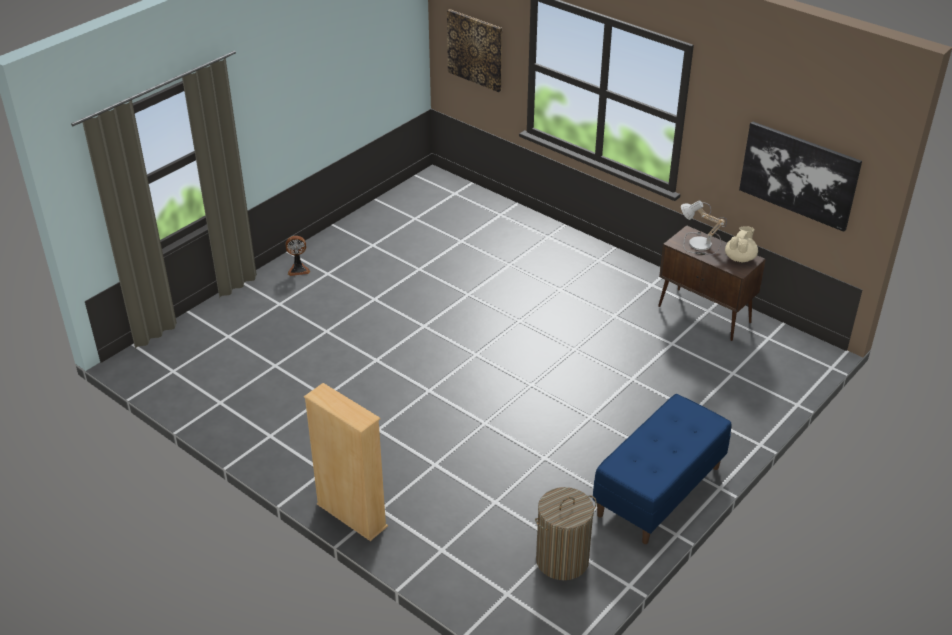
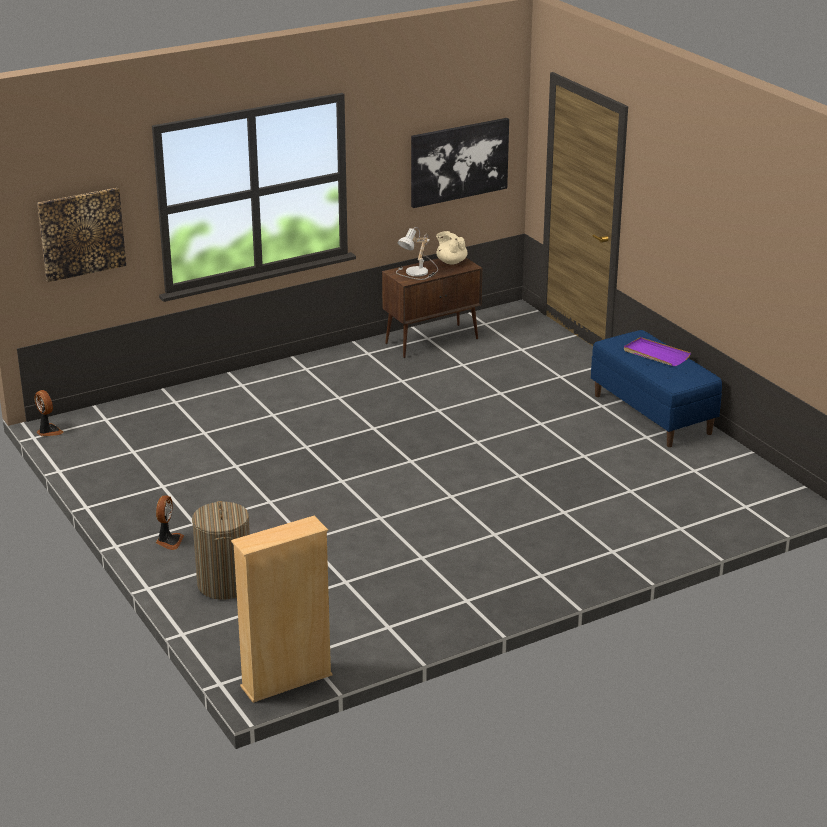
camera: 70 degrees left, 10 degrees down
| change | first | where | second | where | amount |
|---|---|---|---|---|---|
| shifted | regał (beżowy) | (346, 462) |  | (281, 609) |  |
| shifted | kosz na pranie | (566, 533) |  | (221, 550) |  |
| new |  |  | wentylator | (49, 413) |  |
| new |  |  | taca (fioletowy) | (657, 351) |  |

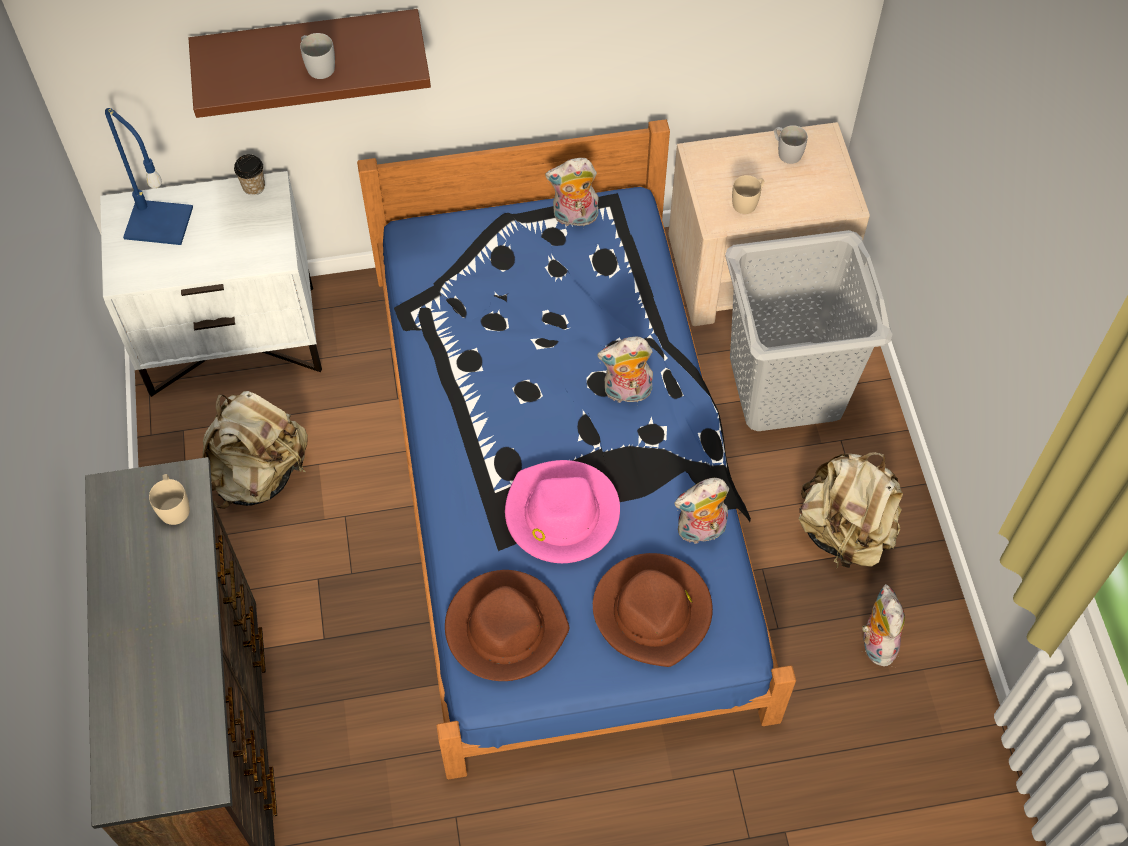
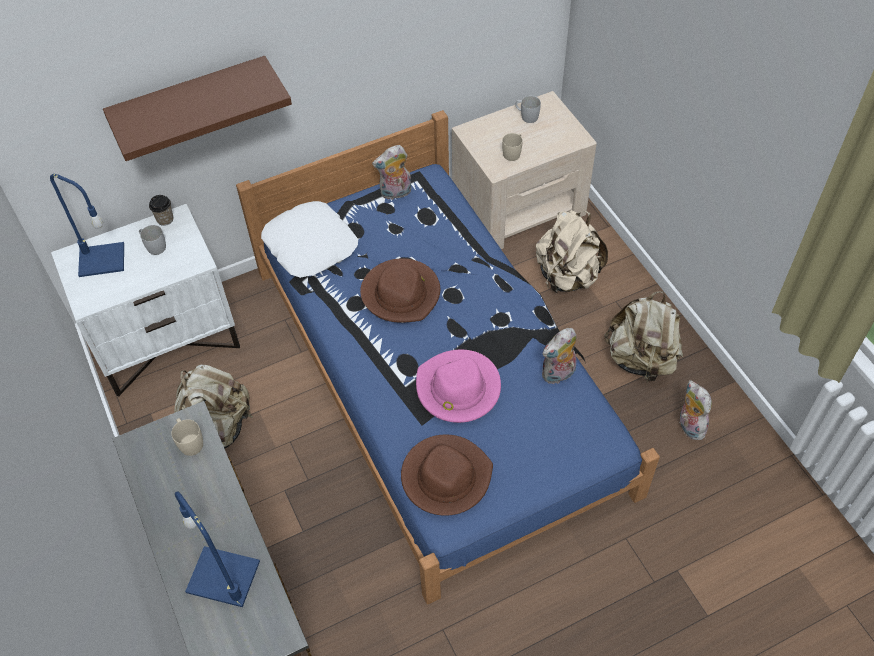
camera: 15 degrees left, 5 degrees down
| change | first | where | second | where | amount |
|---|---|---|---|---|---|
| shifted | kubek (biały) | (317, 56) |  | (152, 240) |  |
| shifted | kapelusz (brązowy) | (653, 610) |  | (400, 290) |  |
| gone | pluszak | (625, 370) |  |  |  |
| swapped | kosz na pranie (szary) | (808, 330) | plecak (beżowy) | (572, 251) |  |
| new |  |  | lampa stołowa (niebieski) | (217, 549) |  |
| new |  |  | poduszka (biały) | (309, 239) |  |

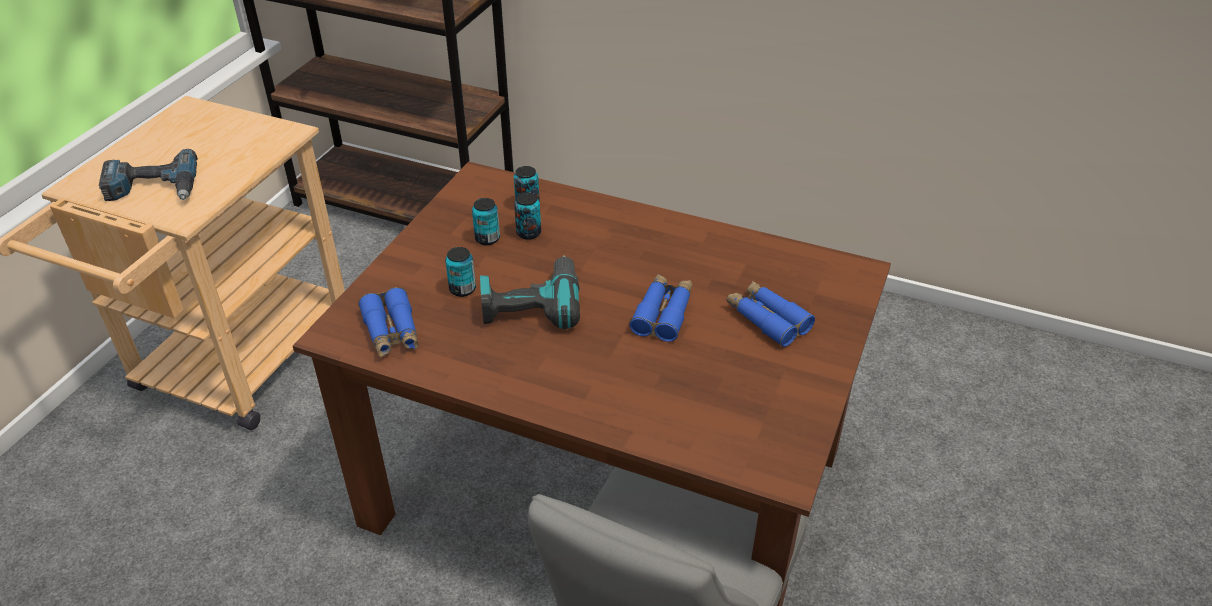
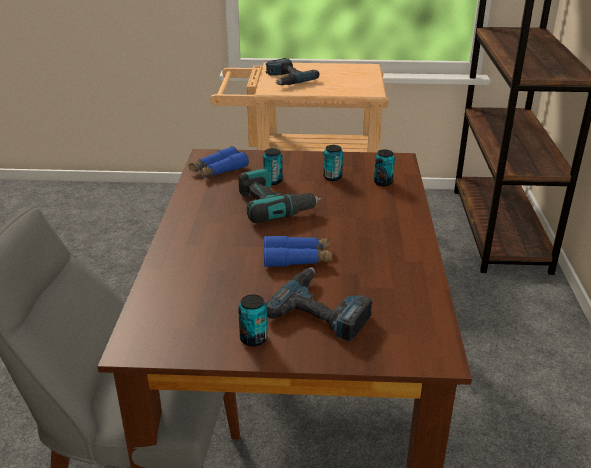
camera: 70 degrees right, 10 degrees down
| change | first | where | second | where | amount |
|---|---|---|---|---|---|
| shifted | puszka | (527, 216) |  | (253, 320) |  |
| swapped | lornetka (niebieski) | (770, 314) | wiertarka | (319, 304) |  |

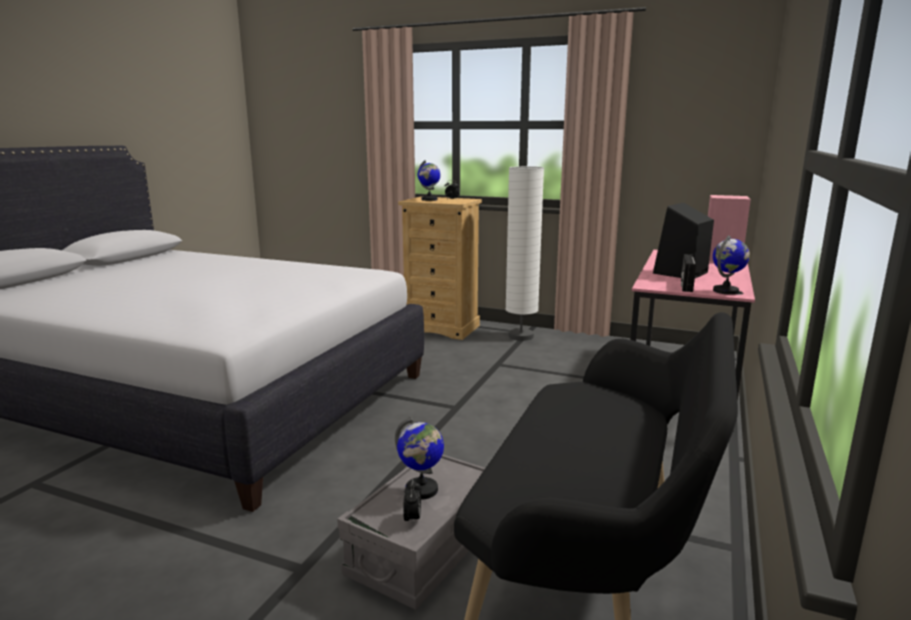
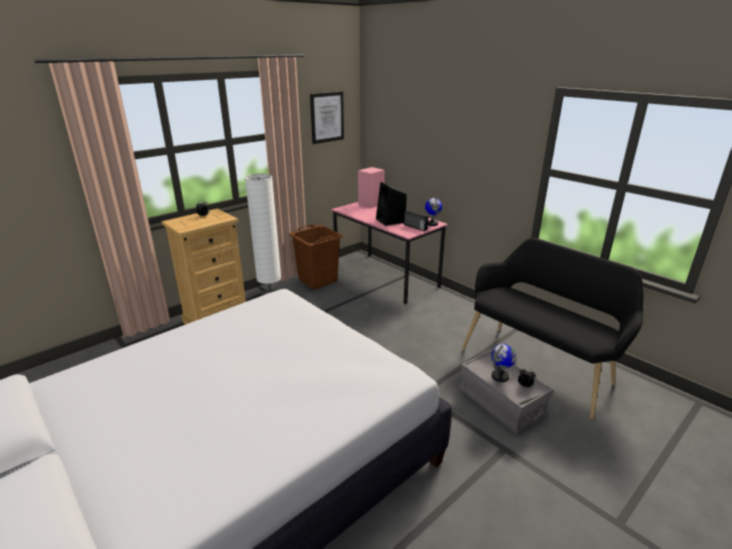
camera: 65 degrees left, 10 degrees up
| change | first | where | second | where | amount |
|---|---|---|---|---|---|
| gone | globus | (429, 180) |  |  |  |
| new |  |  | kosz na pranie (brązowy) | (316, 256) |  |
| new |  |  | obraz | (327, 117) |  |

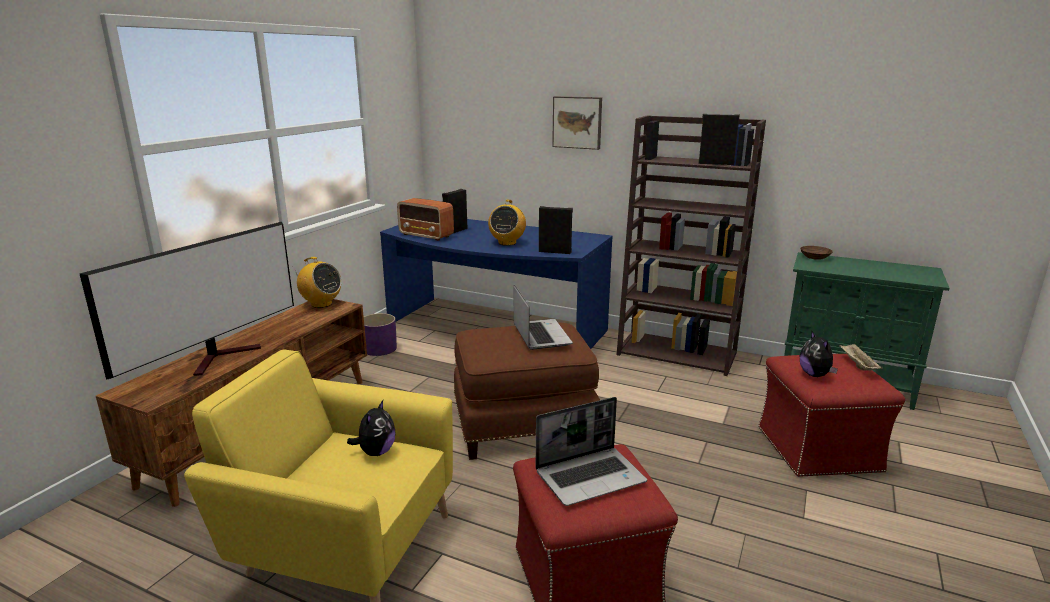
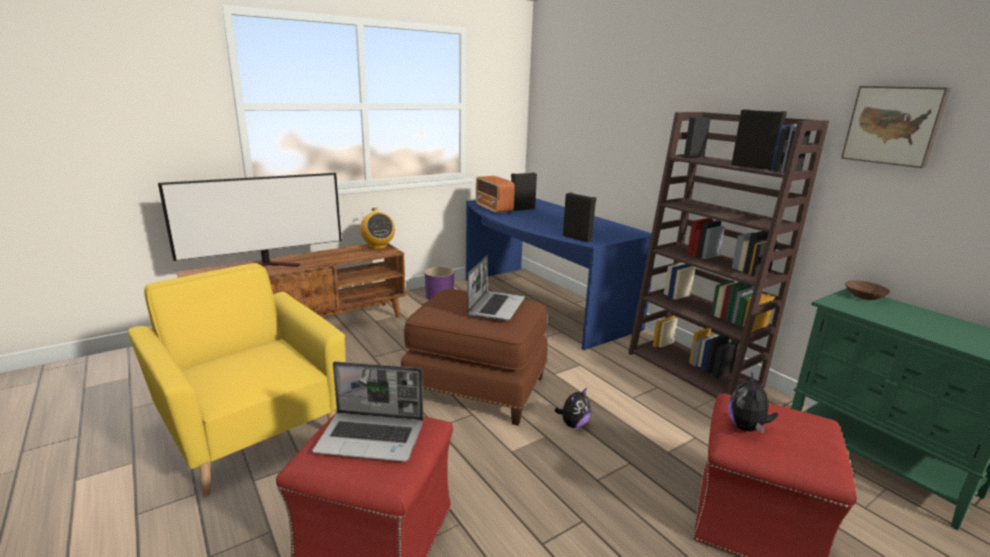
camera: 30 degrees right, 0 degrees up
| change | first | where | second | where | amount |
|---|---|---|---|---|---|
| shifted | pluszak | (371, 428) |  | (573, 408) |  |
| gone | radio | (507, 223) |  |  |  |
| shifted | obraz | (577, 123) |  | (896, 127) |  |
| gone | taca (beżowy) | (861, 357) |  |  |  |

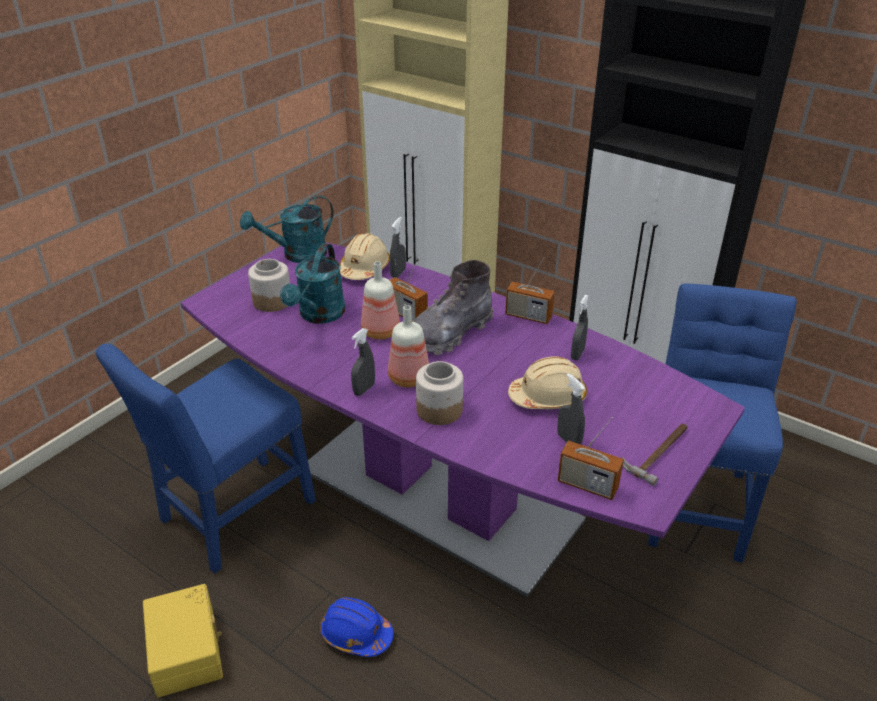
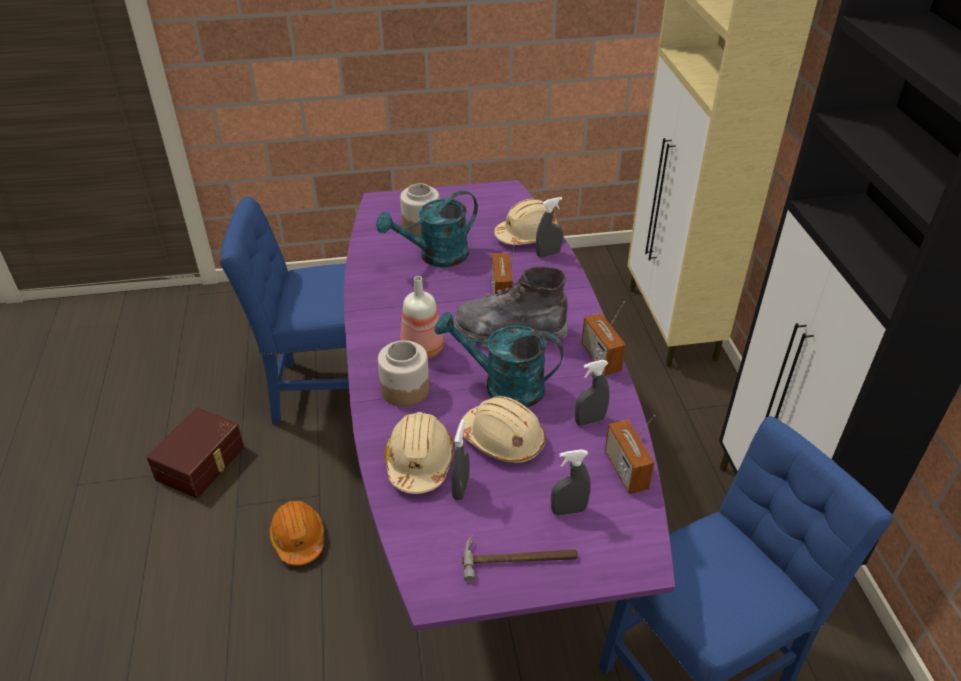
camera: 45 degrees right, 5 degrees up
| change | first | where | second | where | amount |
|---|---|---|---|---|---|
| repainted | pojemnik do przechowywania (żółty) | (183, 641) | pojemnik do przechowywania (brązowy) | (195, 453) |  |
| shifted | konewka (turkusowy) | (286, 229) |  | (498, 359) |  |
| repainted | kask (niebieski) | (357, 627) | kask (pomarańczowy) | (296, 533) |  |
| shifted | spryskiwacz (szary) | (363, 362) |  | (571, 482) |  |
| gone | butelka | (380, 300) |  |  |  |
| shifted | radio | (591, 458) |  | (630, 454) |  |
| new |  |  | kask (beżowy) | (419, 453) |  |

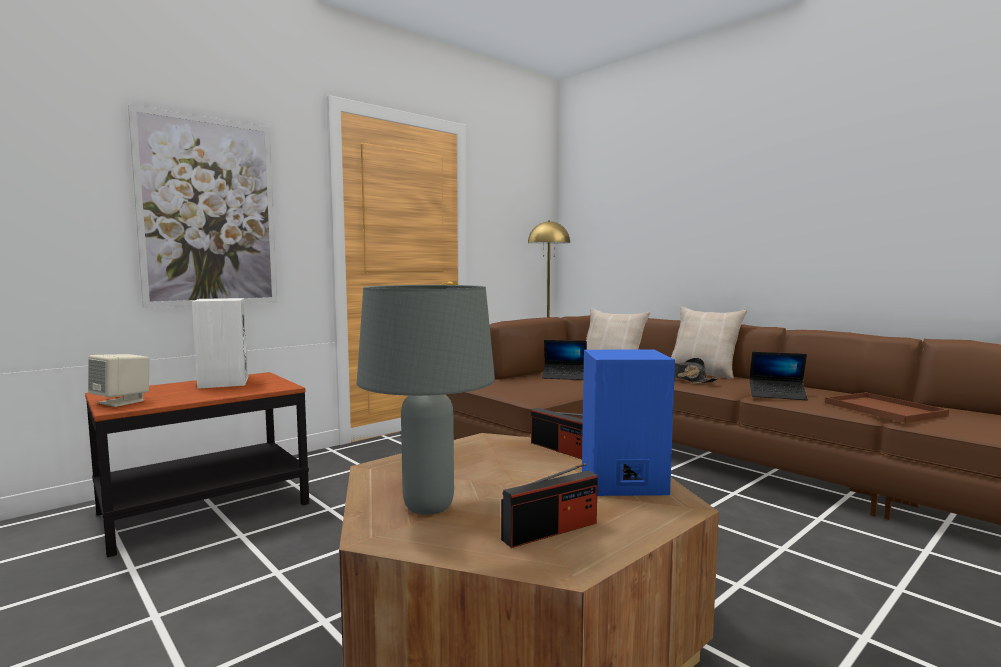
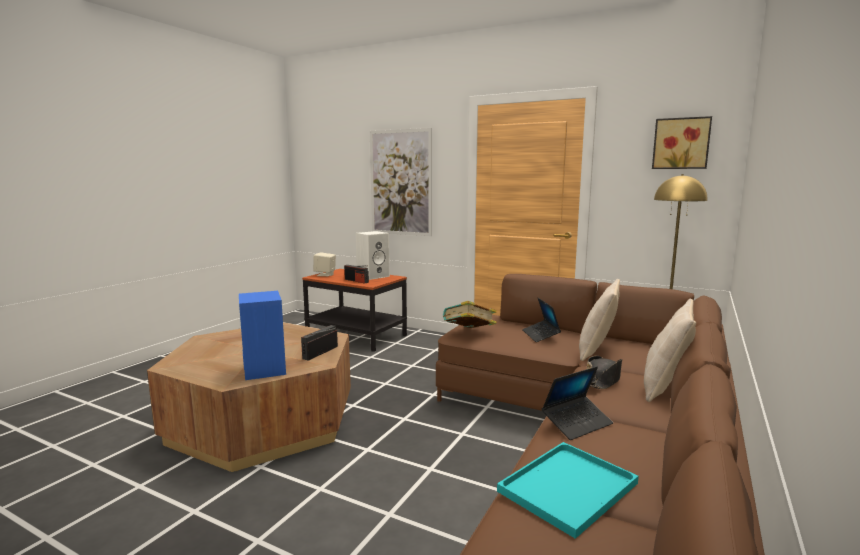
camera: 70 degrees right, 5 degrees up
| change | first | where | second | where | amount |
|---|---|---|---|---|---|
| gone | lampa stołowa (szary) | (426, 400) |  |  |  |
| shifted | radio | (549, 505) |  | (356, 274) |  |
| rotated | laptop | (779, 376) |  | (577, 403) | 120 degrees counterclockwise |
| repainted | taca (brązowy) | (887, 407) | taca (turkusowy) | (568, 490) |  |
| new |  |  | książka | (470, 314) |  |
| new |  |  | obraz | (682, 142) |  |

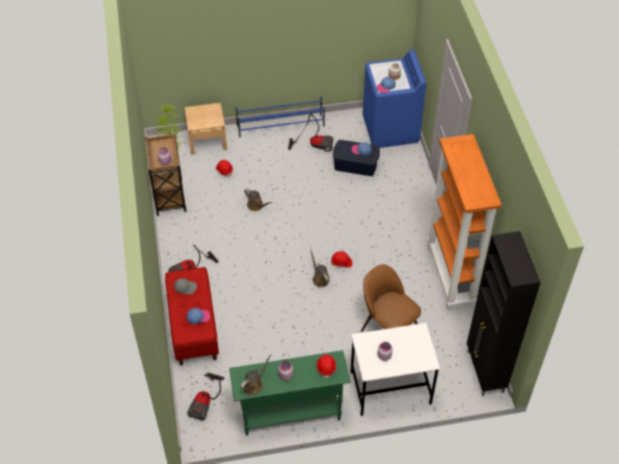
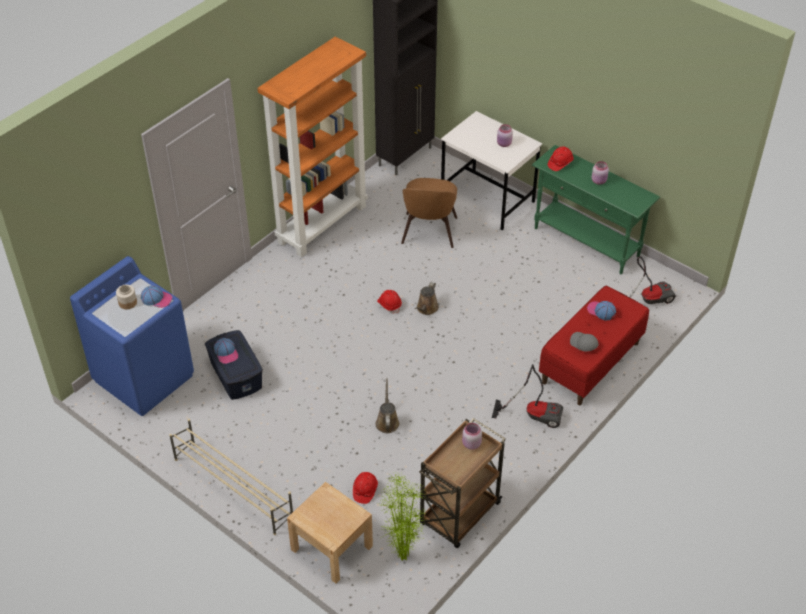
camera: 130 degrees left, 5 degrees down
| change | first | where | second | where | amount |
|---|---|---|---|---|---|
| repainted | regał na buty (niebieski) | (280, 116) | regał na buty (beżowy) | (231, 477) |  |
| gone | konewka (brązowy) | (256, 374) |  |  |  |
| gone | odkurzacz | (310, 131) |  |  |  |

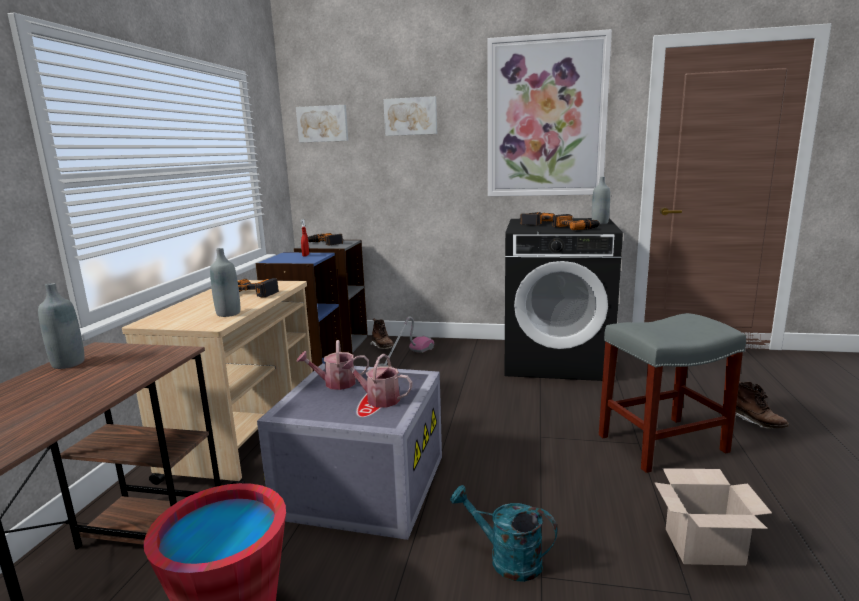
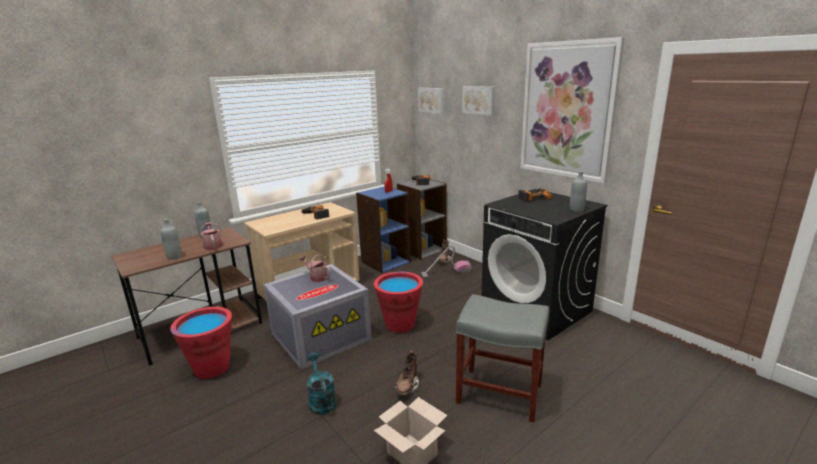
camera: 40 degrees right, 5 degrees up
| change | first | where | second | where | amount |
|---|---|---|---|---|---|
| shifted | butelka (szary) | (225, 282) |  | (171, 239) |  |
| shifted | konewka | (377, 380) |  | (211, 236) |  |
| gone | wiertarka | (576, 222) |  |  |  |
| shifted | but z cholewką (brązowy) | (762, 405) |  | (407, 373) |  |
| new |  |  | wiadro (czerwony) | (398, 302) |  |

